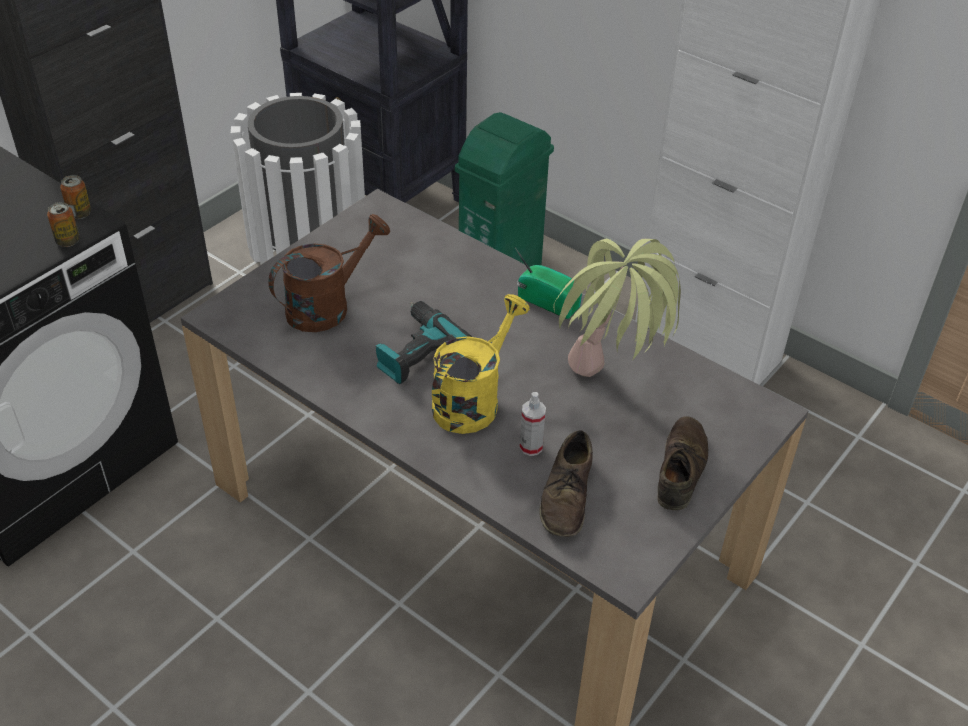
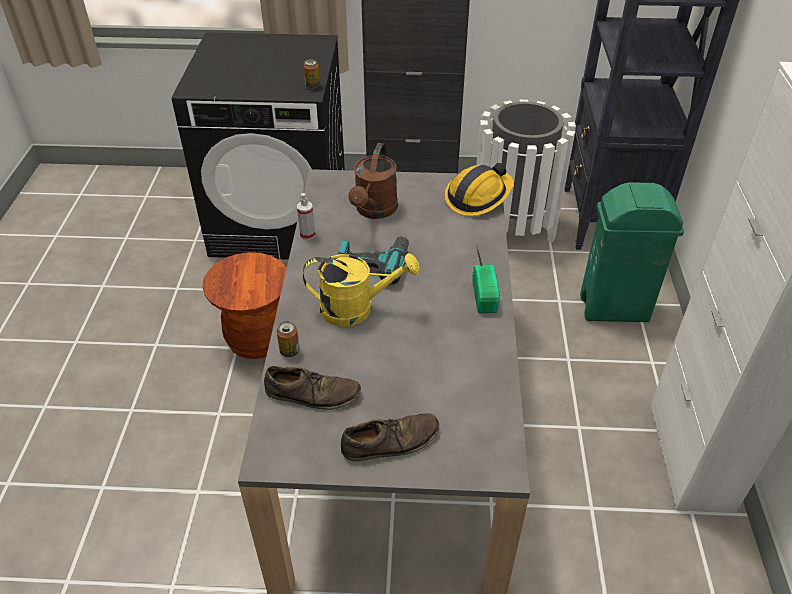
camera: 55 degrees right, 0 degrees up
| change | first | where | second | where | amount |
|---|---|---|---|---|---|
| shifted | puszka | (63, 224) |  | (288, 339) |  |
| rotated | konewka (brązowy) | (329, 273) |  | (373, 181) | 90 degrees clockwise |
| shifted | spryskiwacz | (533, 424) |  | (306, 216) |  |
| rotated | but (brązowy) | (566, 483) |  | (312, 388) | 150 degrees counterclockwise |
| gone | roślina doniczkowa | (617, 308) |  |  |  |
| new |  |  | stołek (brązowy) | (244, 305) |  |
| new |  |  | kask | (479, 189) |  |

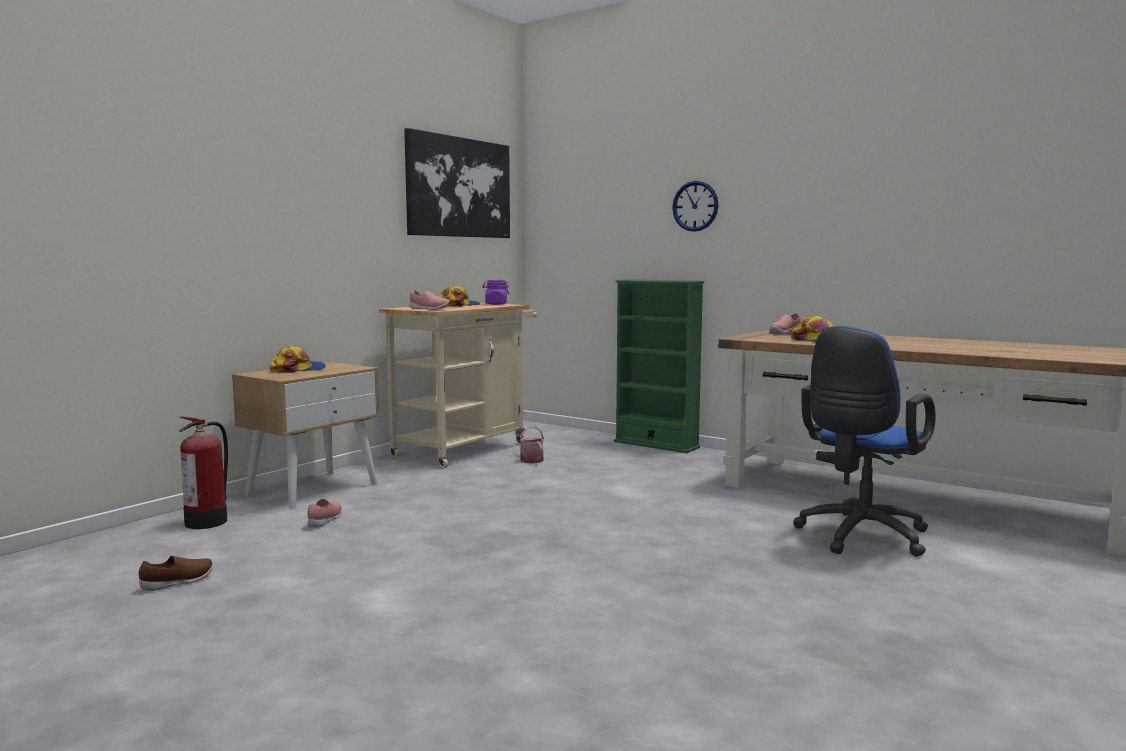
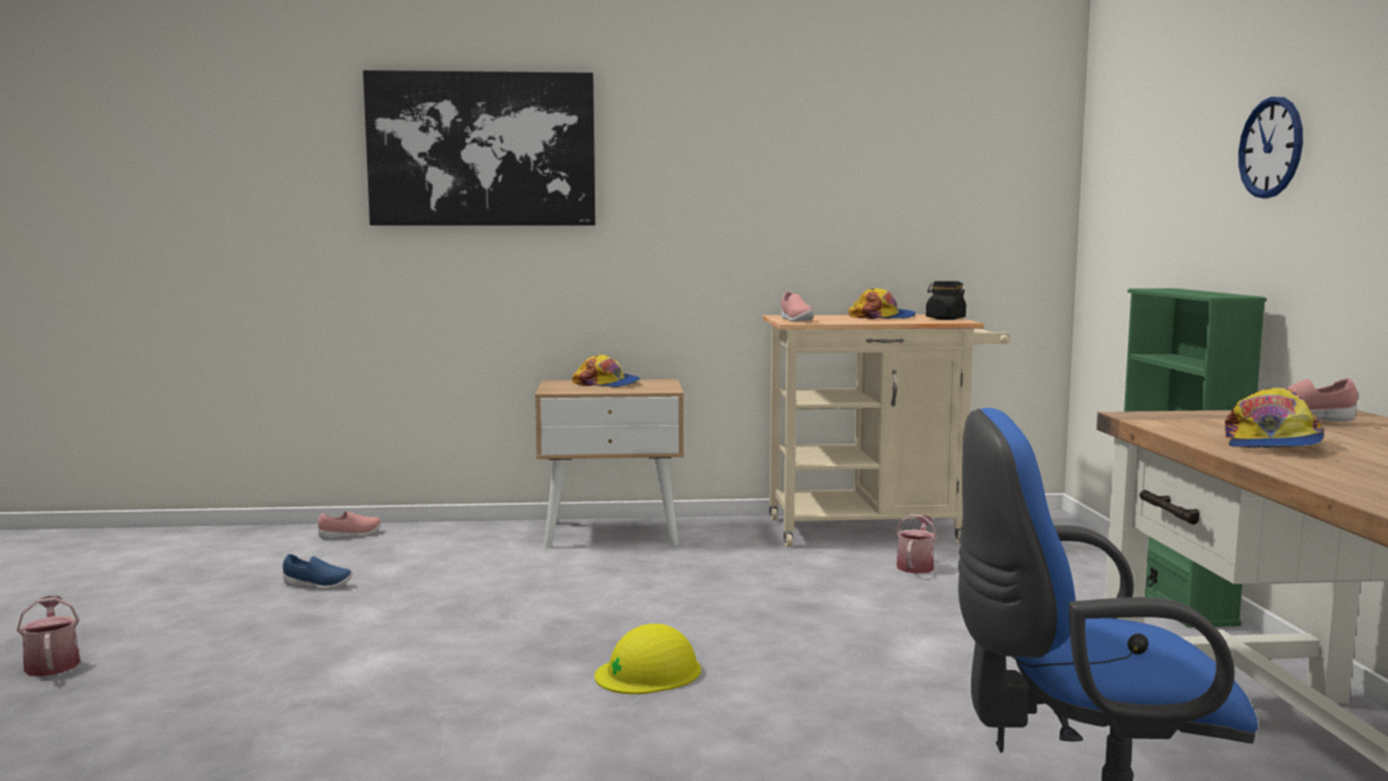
camera: 50 degrees right, 0 degrees up
| change | first | where | second | where | amount |
|---|---|---|---|---|---|
| repainted | but (brązowy) | (176, 573) | but (niebieski) | (317, 572) |  |
| gone | gaśnica | (203, 472) |  |  |  |
| shifted | but (różowy) | (324, 513) |  | (349, 525) |  |
| shifted | obraz | (457, 183) |  | (479, 148) |  |
| repainted | słoik (fioletowy) | (495, 292) | słoik (czarny) | (946, 300) |  |
| new |  |  | konewka | (48, 636) |  |
| new |  |  | kask (żółty) | (647, 659) |  |

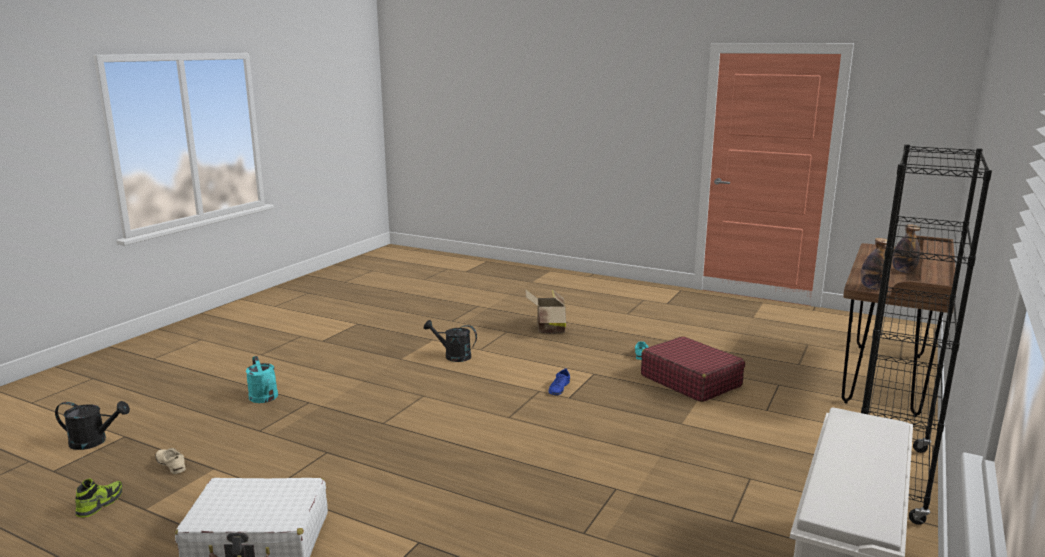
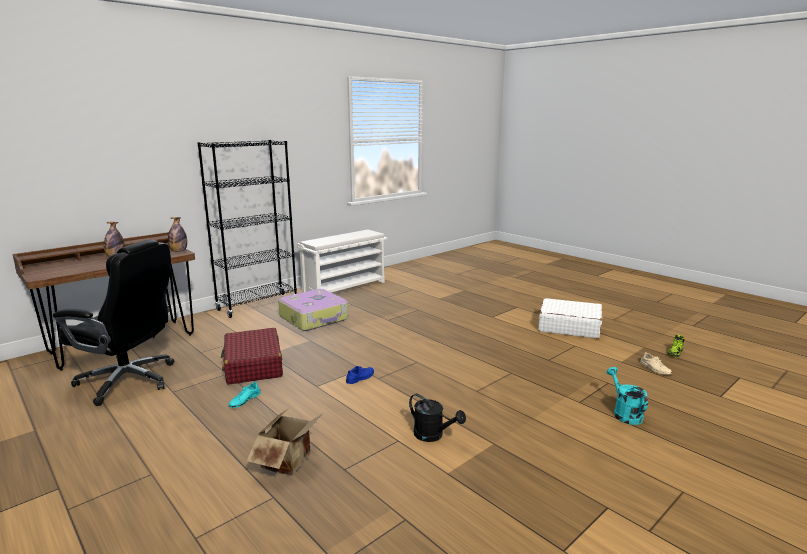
camera: 160 degrees left, 0 degrees up
| change | first | where | second | where | amount |
|---|---|---|---|---|---|
| gone | konewka (czarny) | (92, 425) |  |  |  |
| new |  |  | krzesło biurowe (czarny) | (113, 322) |  |
| new |  |  | walizka | (313, 310) |  |

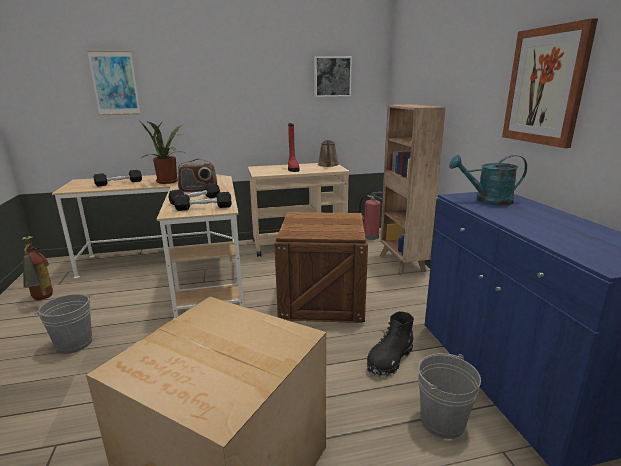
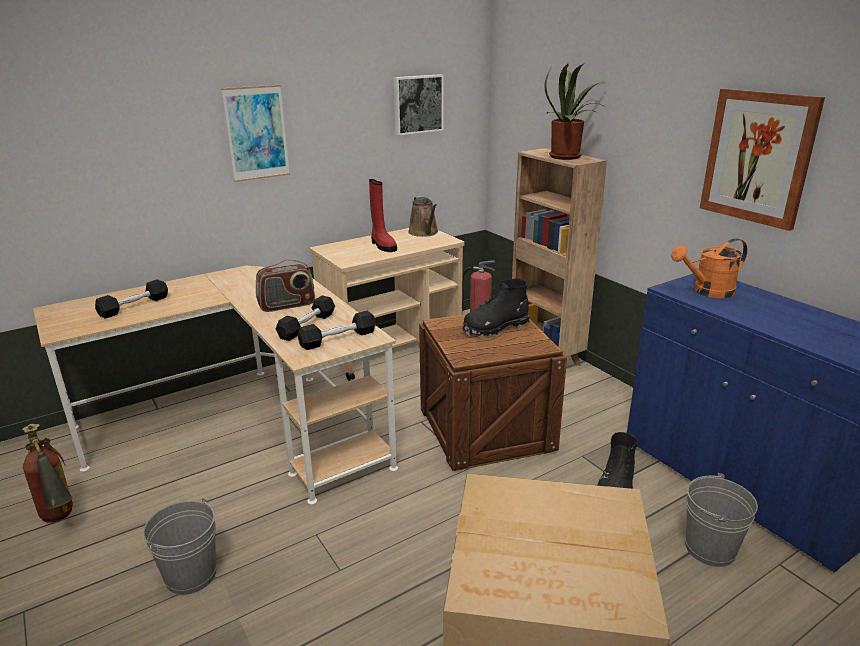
camera: 20 degrees left, 5 degrees up
| change | first | where | second | where | amount |
|---|---|---|---|---|---|
| shifted | obraz | (114, 83) |  | (255, 133) |  |
| shifted | roślina doniczkowa | (162, 152) |  | (575, 111) |  |
| repainted | konewka (turkusowy) | (488, 180) | konewka (pomarańczowy) | (709, 268) |  |
| new |  |  | but z cholewką (czarny) | (496, 307) |  |

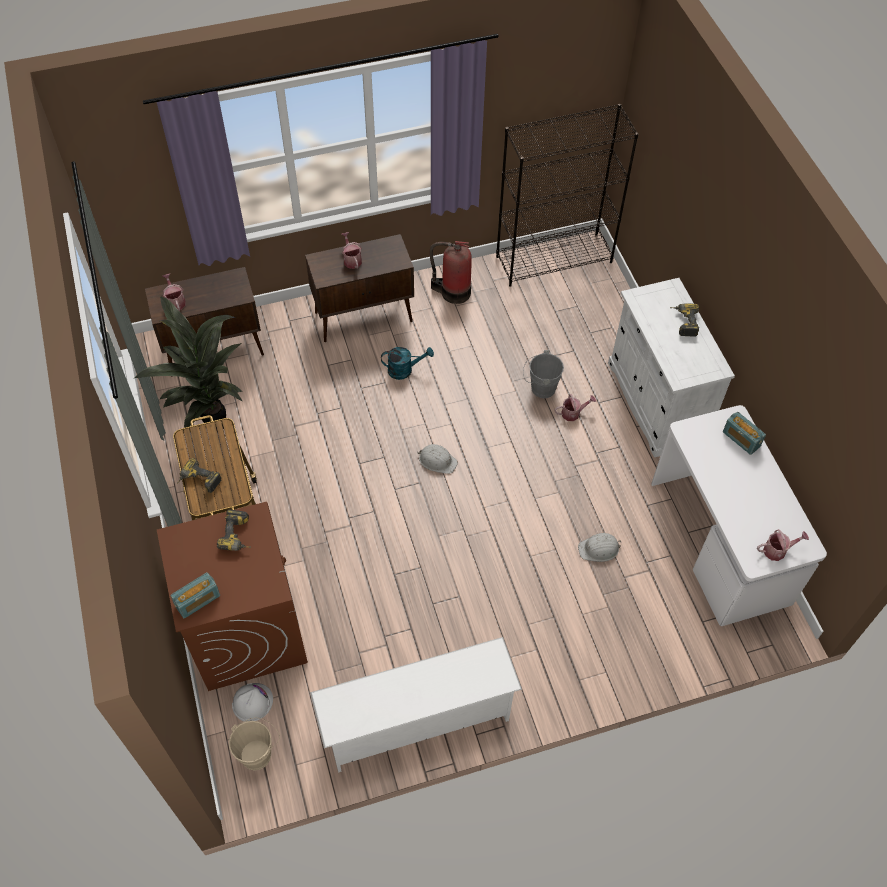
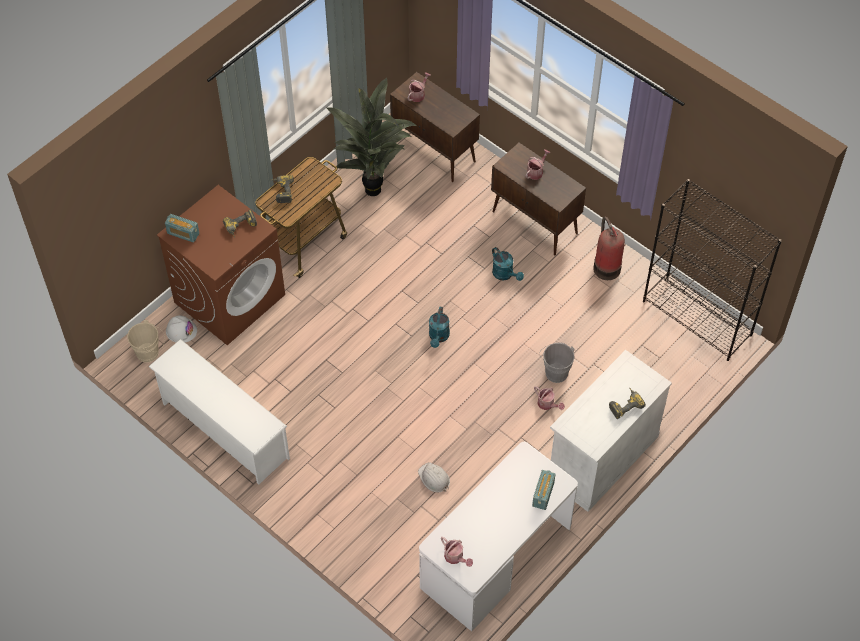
camera: 60 degrees right, 0 degrees up
| change | first | where | second | where | amount |
|---|---|---|---|---|---|
| swapped | kask (biały) | (437, 459) | konewka (turkusowy) | (439, 327) |  |

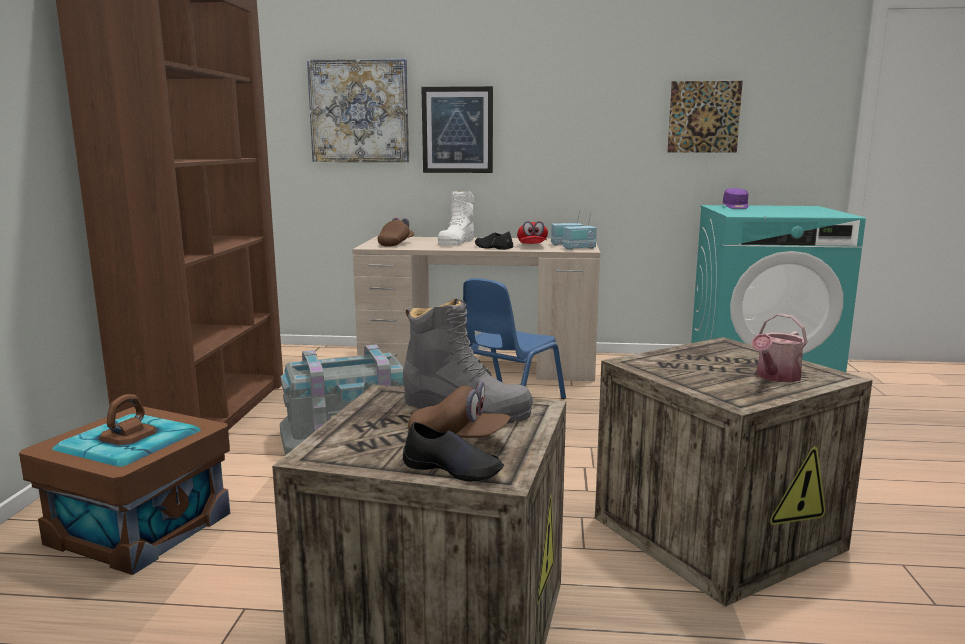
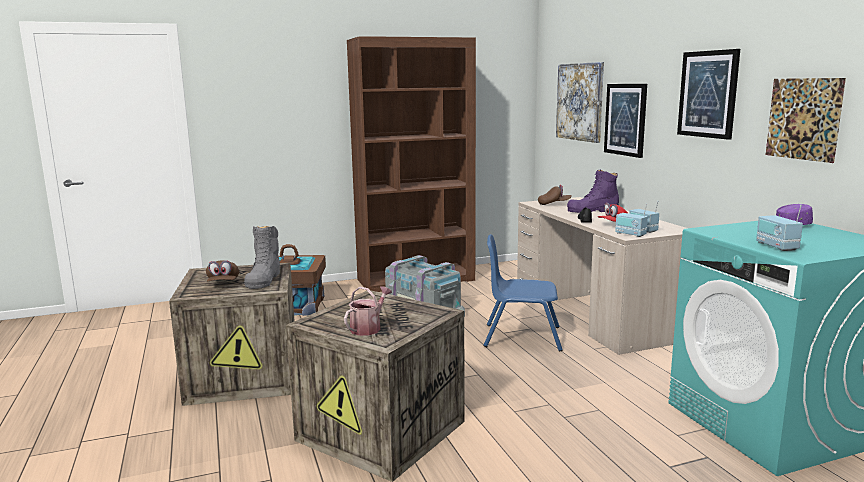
camera: 65 degrees right, 0 degrees up
| change | first | where | second | where | amount |
|---|---|---|---|---|---|
| gone | but (czarny) | (453, 451) |  |  |  |
| repainted | but z cholewką (biały) | (456, 218) | but z cholewką (fioletowy) | (593, 191) |  |
| rotated | konewka | (779, 348) |  | (368, 311) | 105 degrees clockwise |
| new |  |  | obraz | (708, 94) |  |
| new |  |  | radio | (779, 228) |  |

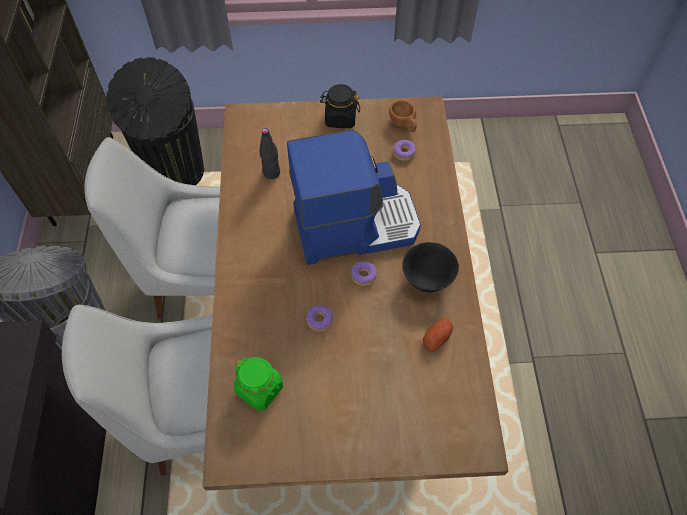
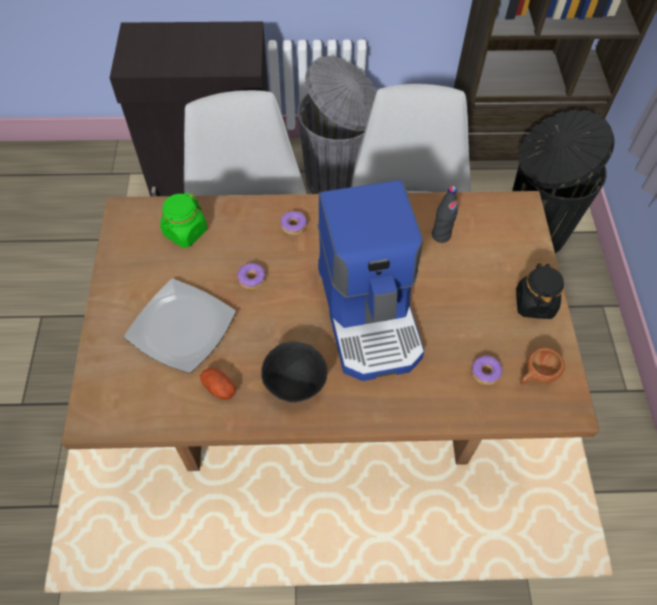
camera: 90 degrees right, 0 degrees up
| change | first | where | second | where | amount |
|---|---|---|---|---|---|
| shifted | donut | (364, 273) |  | (293, 223) |  |
| new |  |  | talerz | (180, 326) |  |

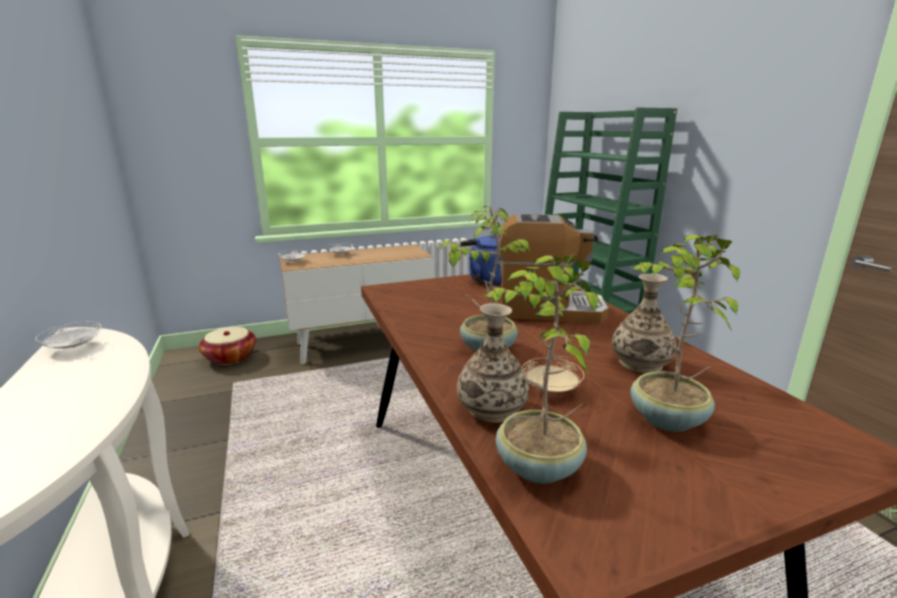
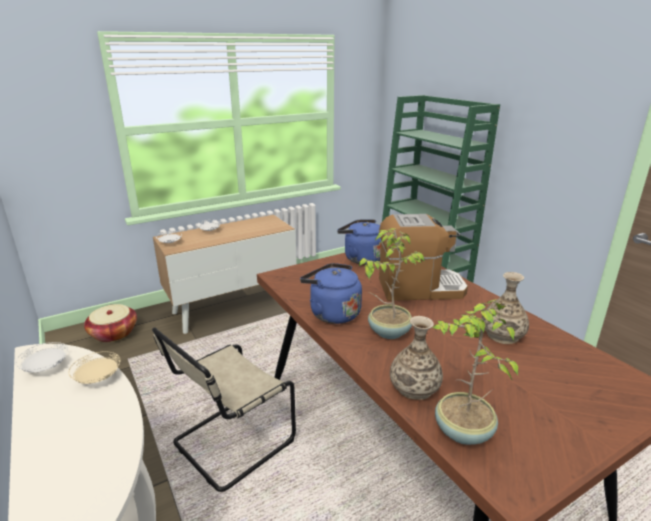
camera: 10 degrees left, 5 degrees up
| change | first | where | second | where | amount |
|---|---|---|---|---|---|
| shifted | talerz (beżowy) | (553, 374) |  | (94, 367) |  |
| gone | roślina doniczkowa | (685, 333) |  |  |  |
| new |  |  | krzesło (beżowy) | (224, 409) |  |
| new |  |  | czajnik (niebieski) | (331, 293) |  |

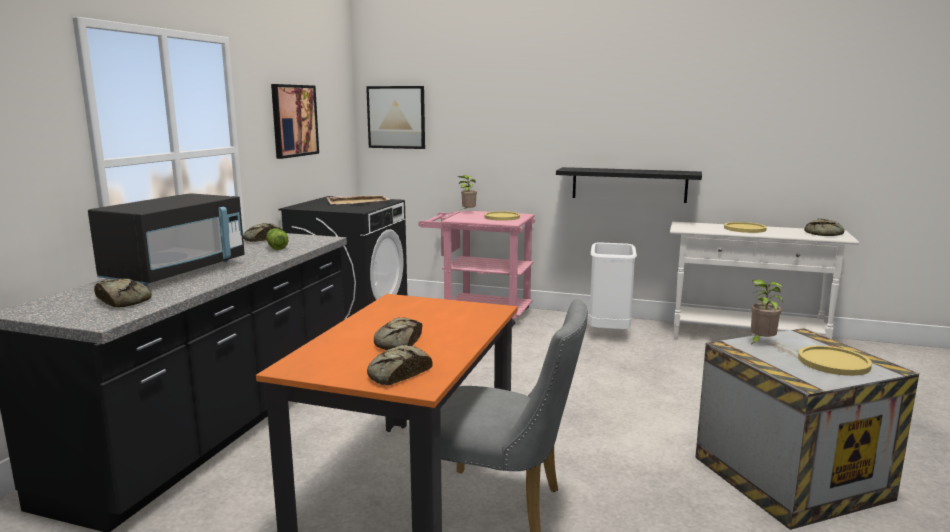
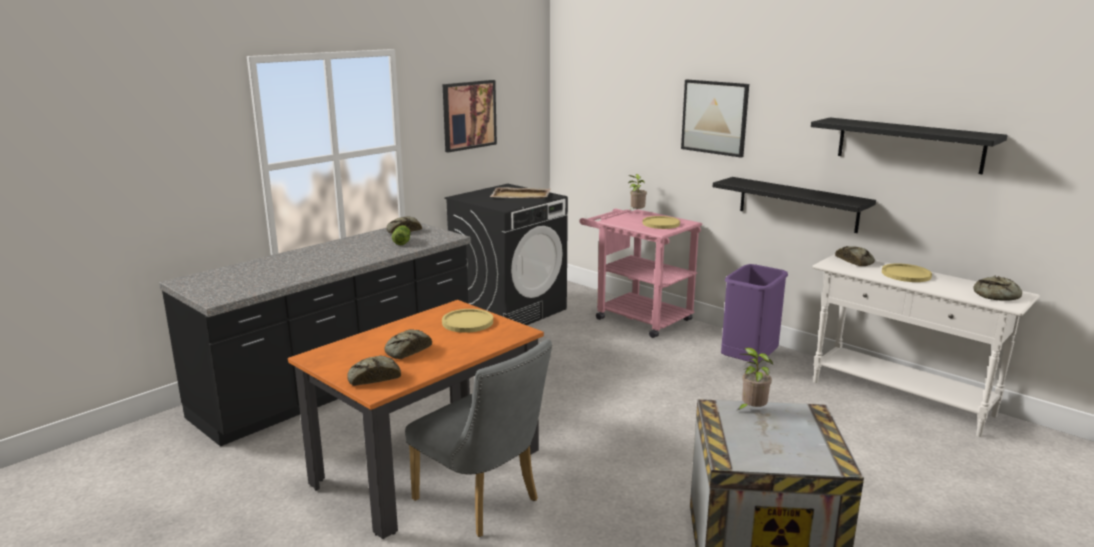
camera: 25 degrees right, 5 degrees up
| change | first | where | second | where | amount |
|---|---|---|---|---|---|
| gone | mikrofalówka (czarny) | (166, 239) |  |  |  |
| shifted | chleb | (123, 293) |  | (855, 256) |  |
| shifted | obraz | (395, 117) |  | (715, 119) |  |
| repainted | kosz na śmieci (biały) | (613, 286) | kosz na śmieci (fioletowy) | (754, 313) |  |
| shifted | talerz (żółty) | (835, 361) |  | (467, 321) |  |
| new |  |  | półka (czarny) | (909, 146) |  |

